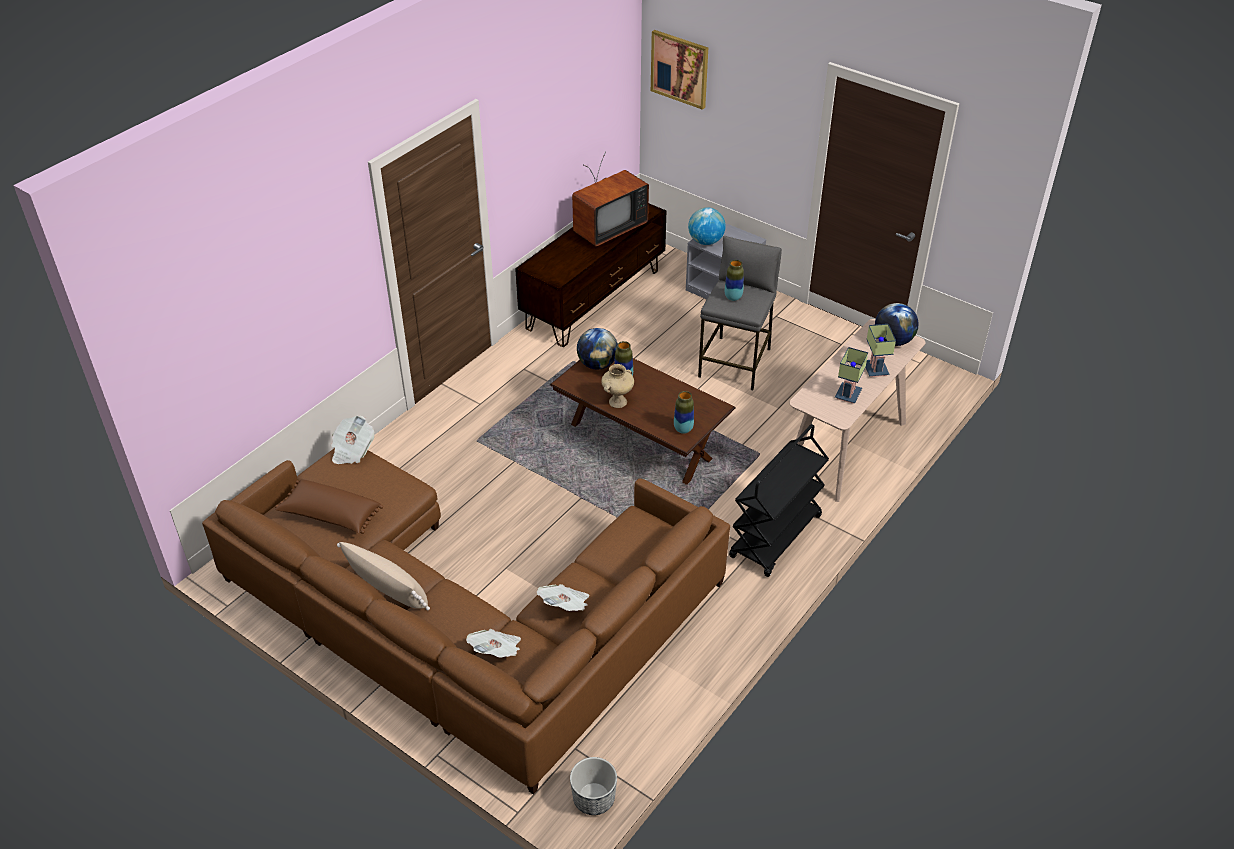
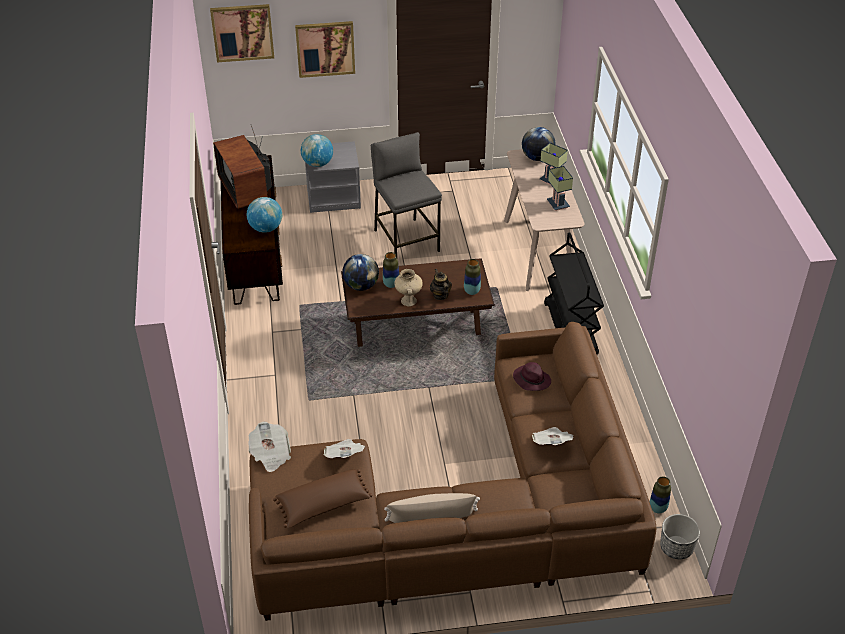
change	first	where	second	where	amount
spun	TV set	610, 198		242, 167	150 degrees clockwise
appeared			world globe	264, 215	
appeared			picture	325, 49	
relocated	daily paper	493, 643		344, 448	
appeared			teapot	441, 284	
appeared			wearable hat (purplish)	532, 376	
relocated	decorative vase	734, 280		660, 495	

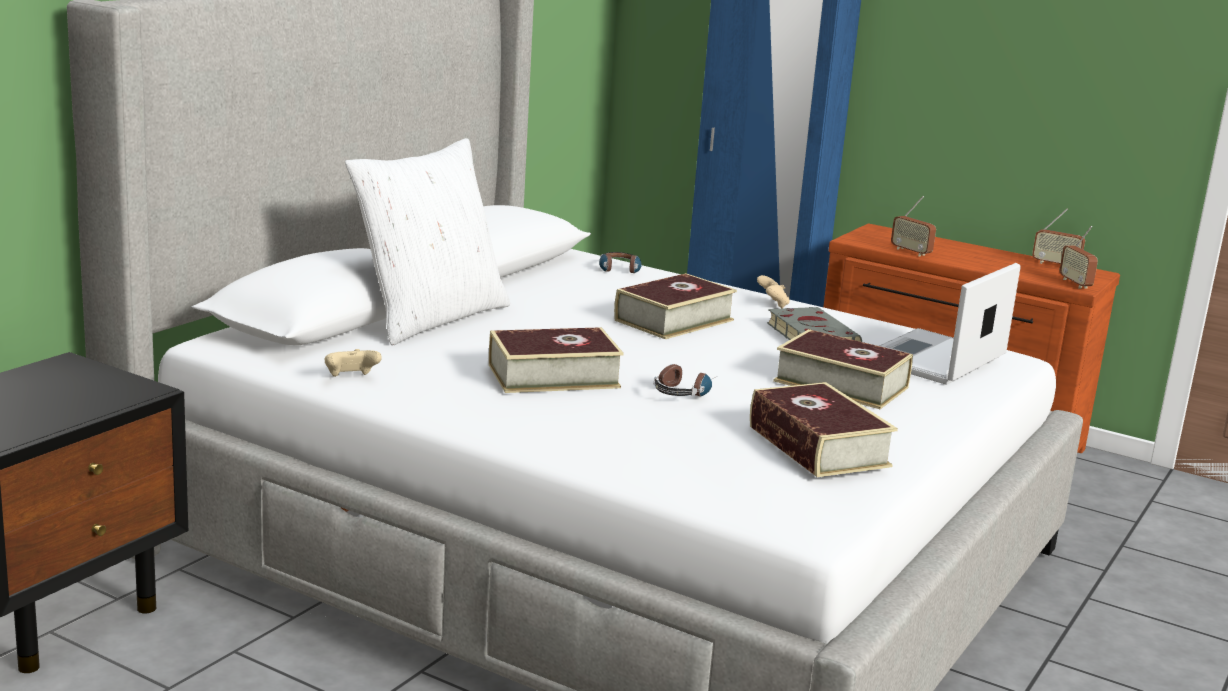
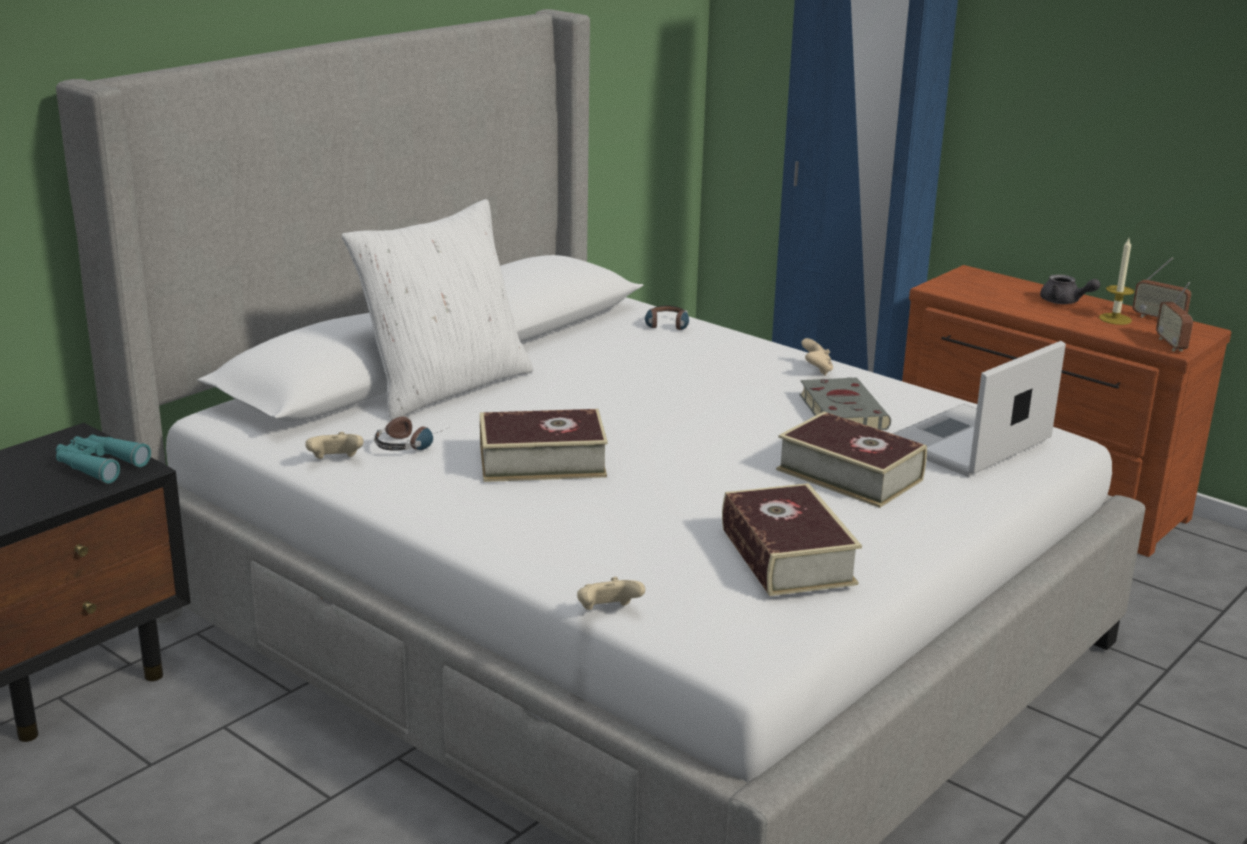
change	first	where	second	where	amount
appeared			pair of binoculars (turquoise-coloured)	103, 458	
relocated	pair of headphones	685, 380		411, 433	
appeared			gamepad (sand-coloured)	611, 593	
appeared			teapot (grey)	1070, 289	
appeared			wax candle	1116, 281	
missing	volume	675, 306			
missing	radio	913, 226			

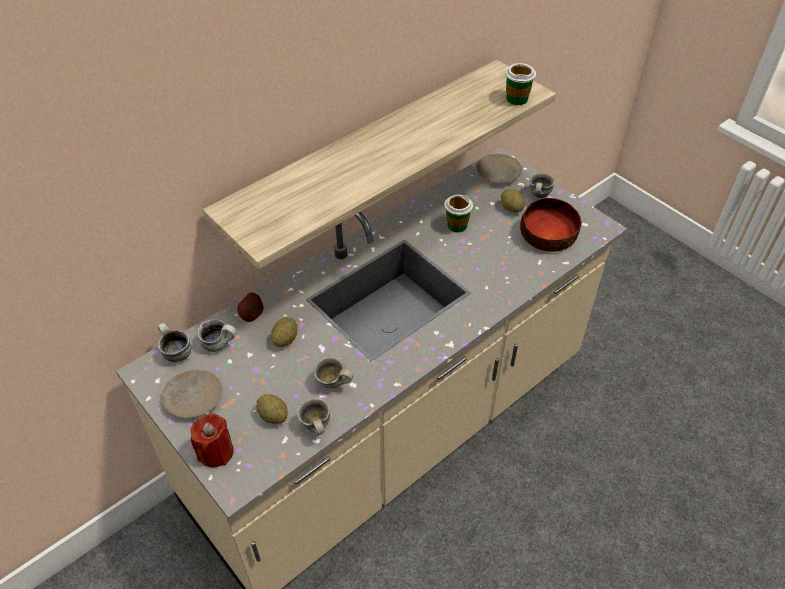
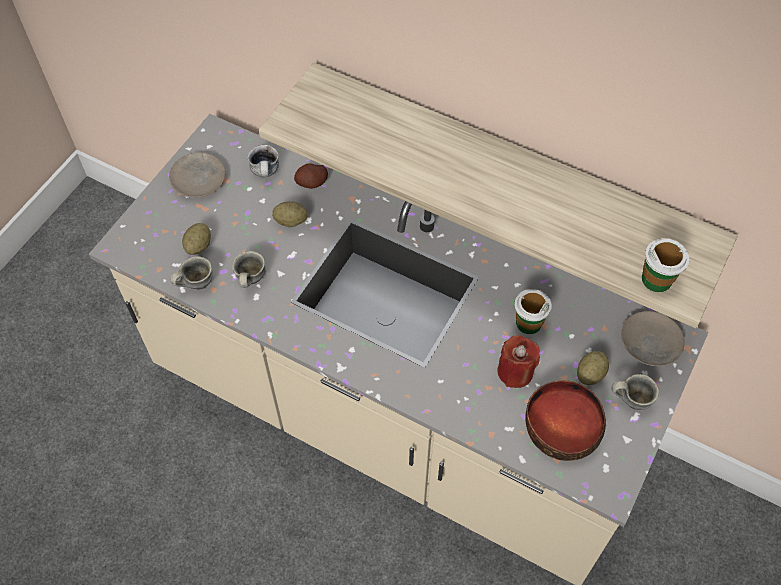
change	first	where	second	where	amount
relocated	wax candle (red-coloured)	211, 440		519, 361	
missing	mug	174, 342			

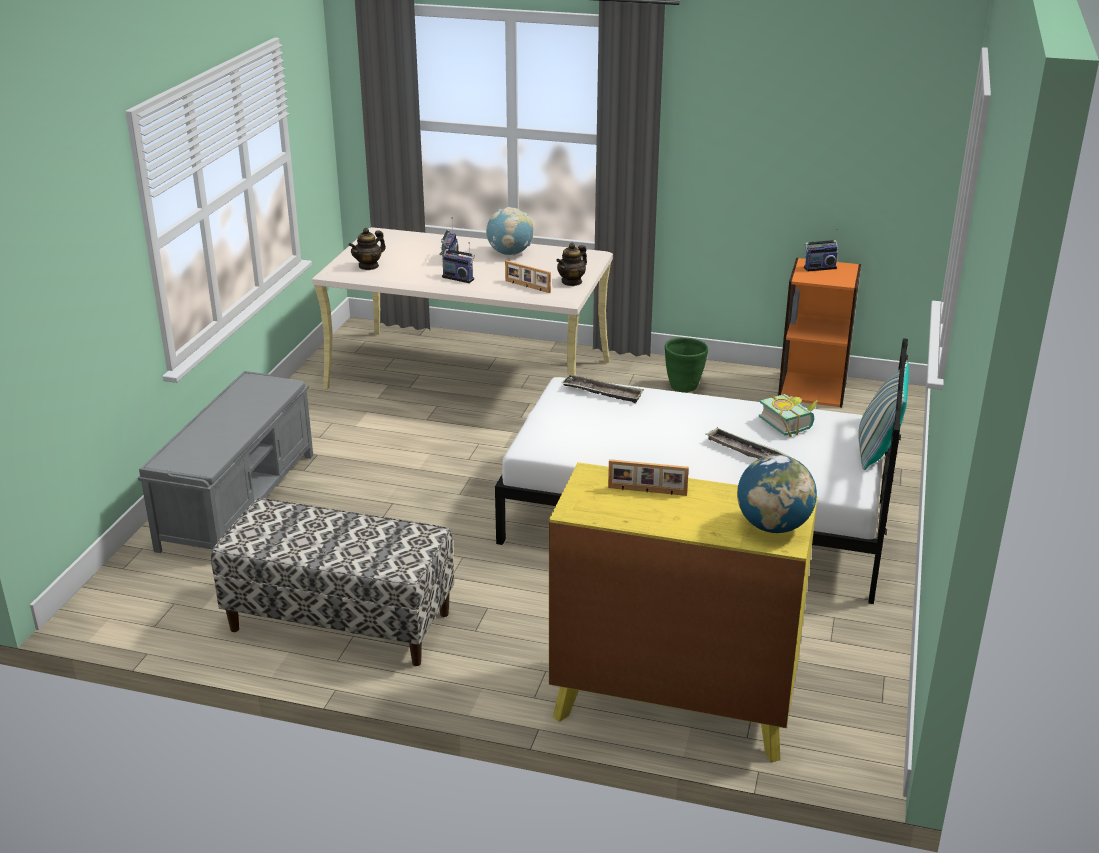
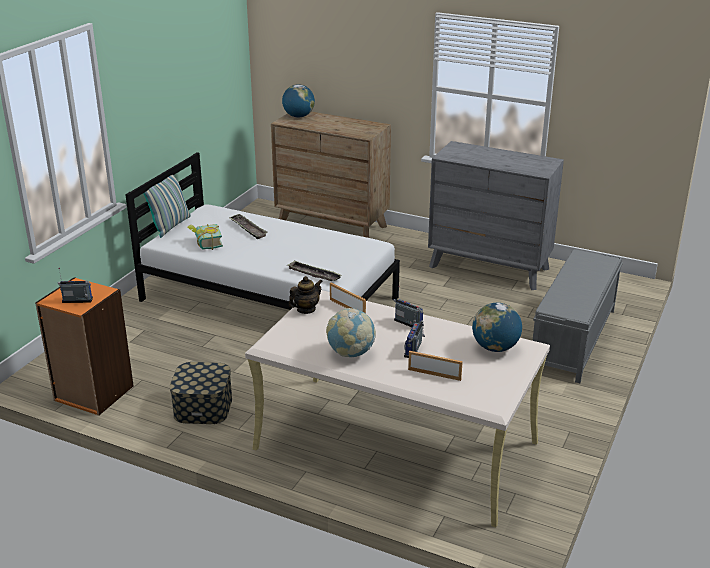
change	first	where	second	where	amount
exchanged	flower pot (green)	686, 365	storage box	201, 393	
colour	drawer chest (yellowish)	683, 612	drawer chest (brown-coloured)	331, 175	
relocated	picture frame	648, 477		435, 366	
exchanged	bench	332, 582	drawer chest (grey)	496, 215	
exchanged	teapot	367, 249	world globe	497, 327	

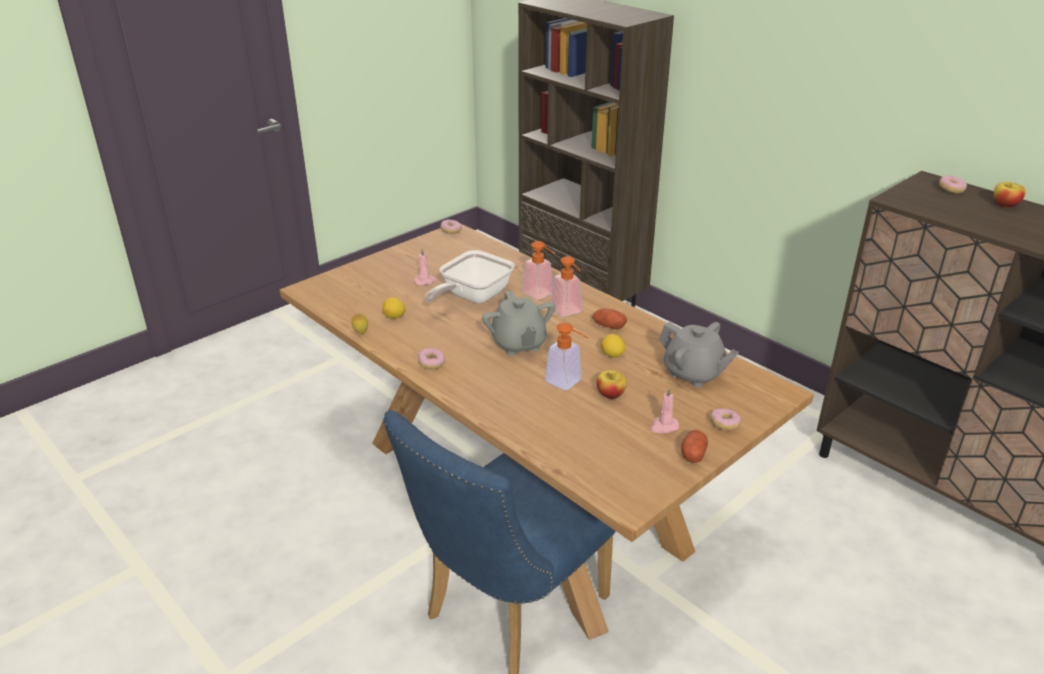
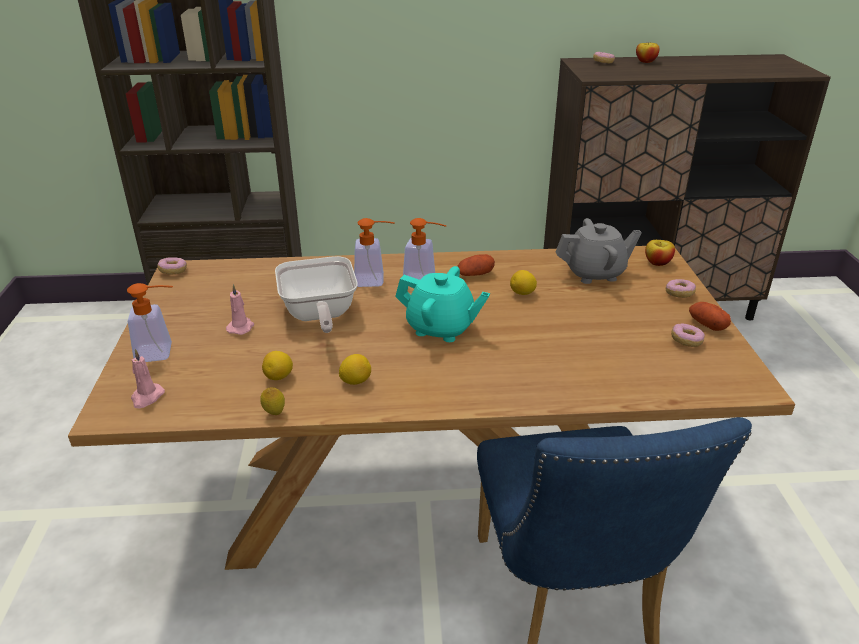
change	first	where	second	where	amount
relocated	soap dispenser	566, 356		150, 322	
relocated	wax candle (pinkish)	664, 410		148, 378	
appeared			lemon	355, 369	
colour	teapot (grey)	518, 323	teapot (turquoise-coloured)	442, 304	
relocated	whole apple	611, 384		660, 253	
relocated	ring doughnut	431, 359		688, 335	

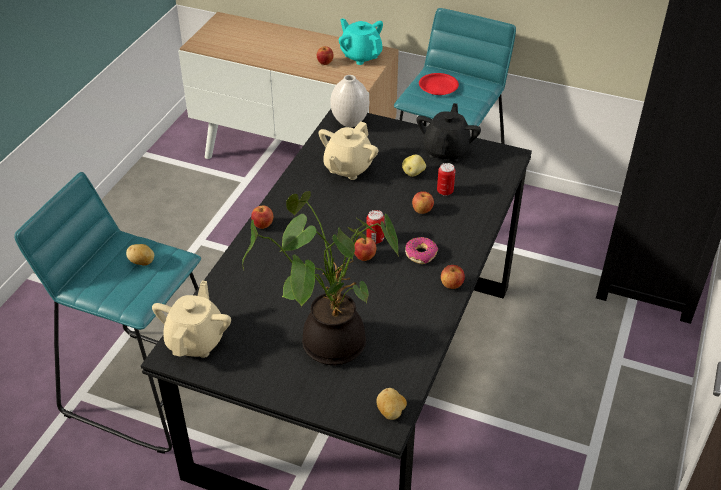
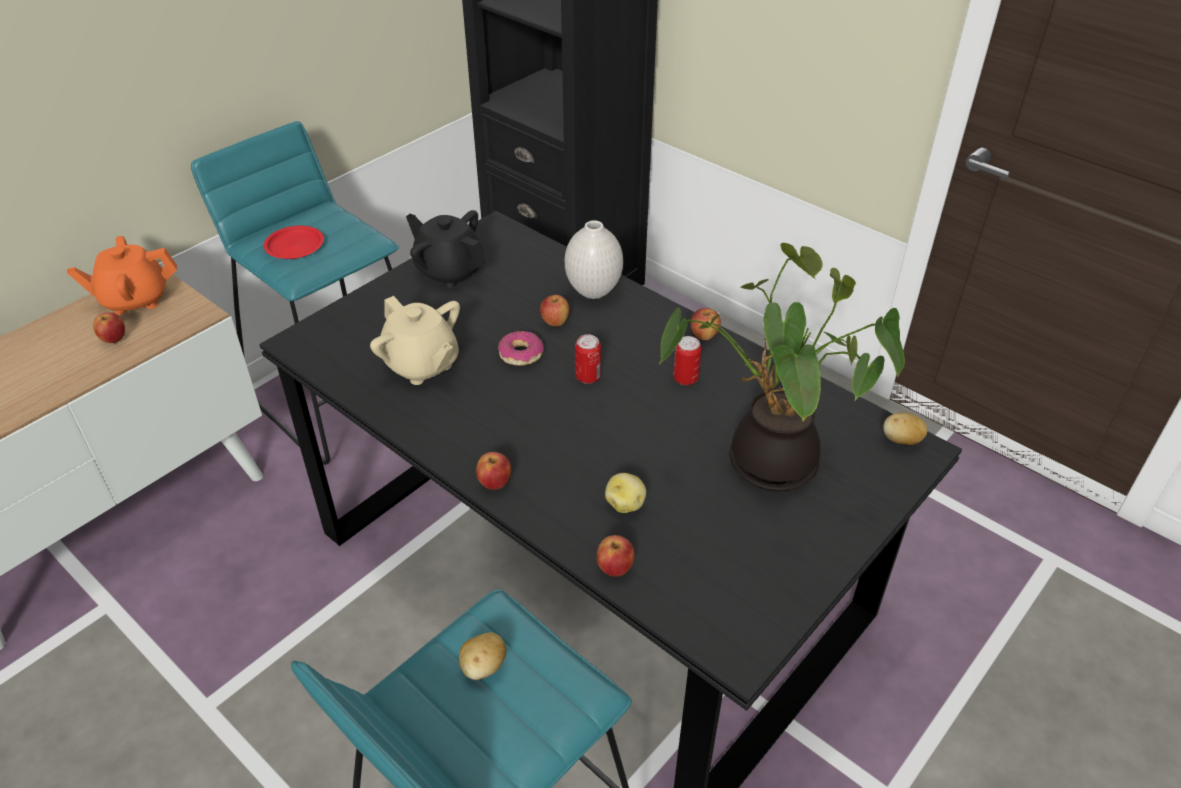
change	first	where	second	where	amount
colour	teapot (turquoise-coloured)	361, 41	teapot (orange)	122, 275	
relocated	ring doughnut	421, 250		521, 348	
relocated	decorative vase (white)	349, 101		594, 259	
relocated	whole apple	365, 249		616, 556	
relocated	potato	414, 166		625, 493	
relocated	sealed can	446, 179		687, 360	
missing	teapot (sand-coloured)	191, 319			

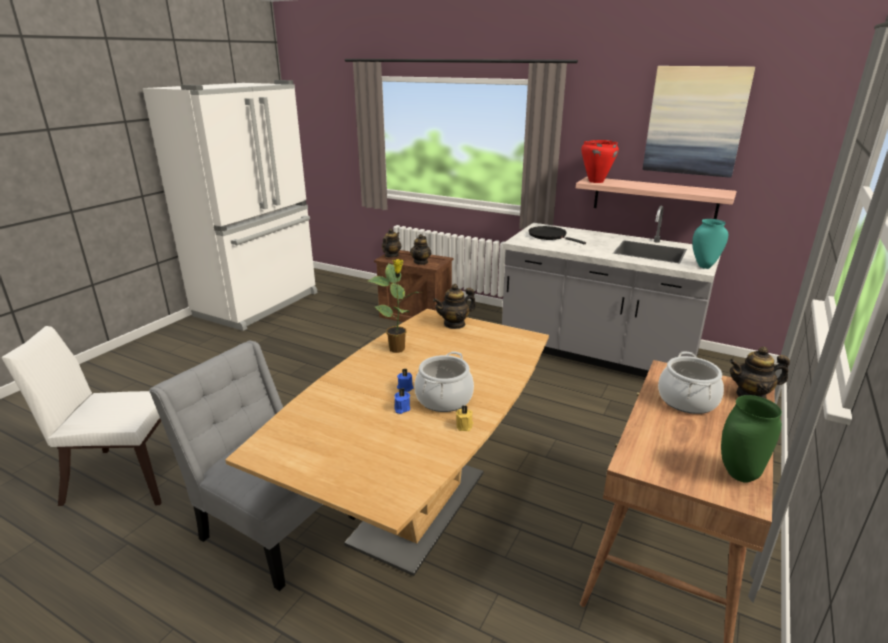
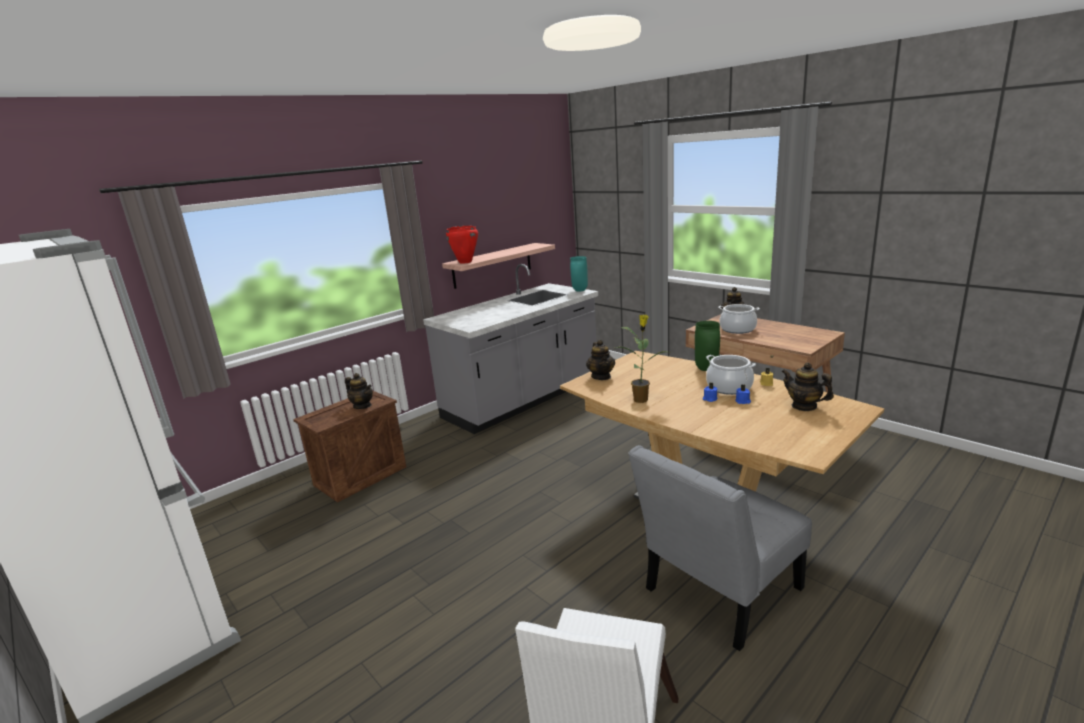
change	first	where	second	where	amount
relocated	decorative vase (green)	751, 439		707, 346	
relocated	teapot	392, 243		807, 386	
missing	frying pan (black-coloured)	557, 235			
missing	picture	699, 122			

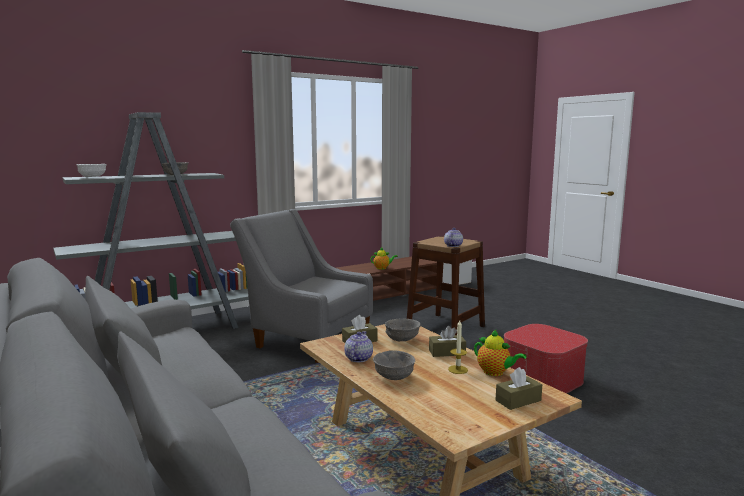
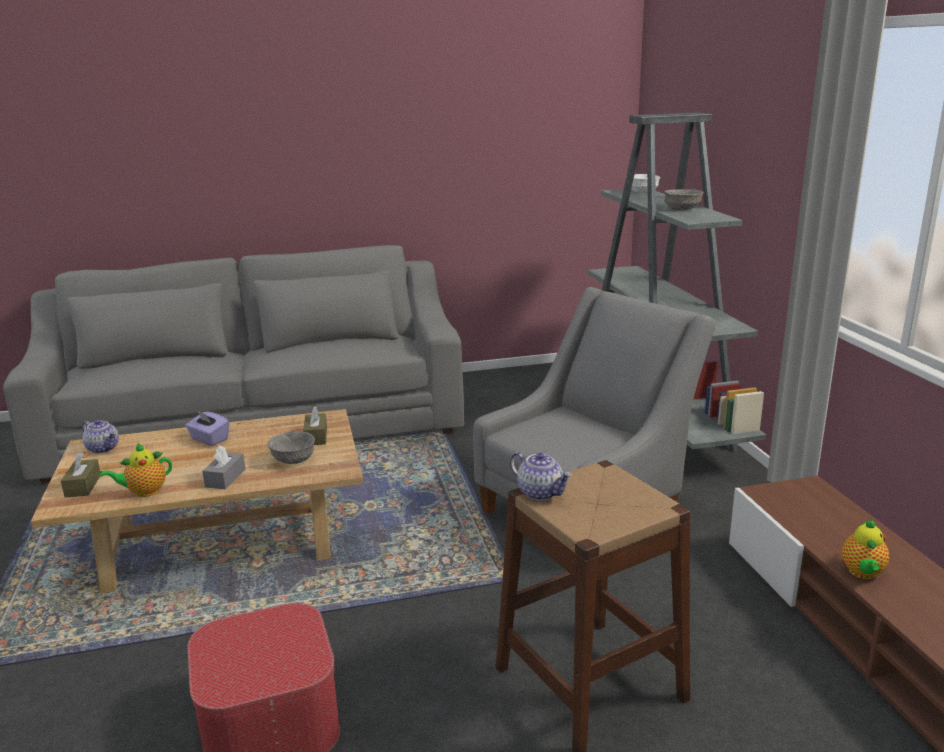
change	first	where	second	where	amount
relocated	teapot	358, 346		100, 437	
exchanged	bowl (grey)	394, 365	tissue holder (purplish)	207, 428	
colour	tissue holder (brown-coloured)	447, 341	tissue holder (grey)	223, 467	
missing	wax candle	458, 347			

